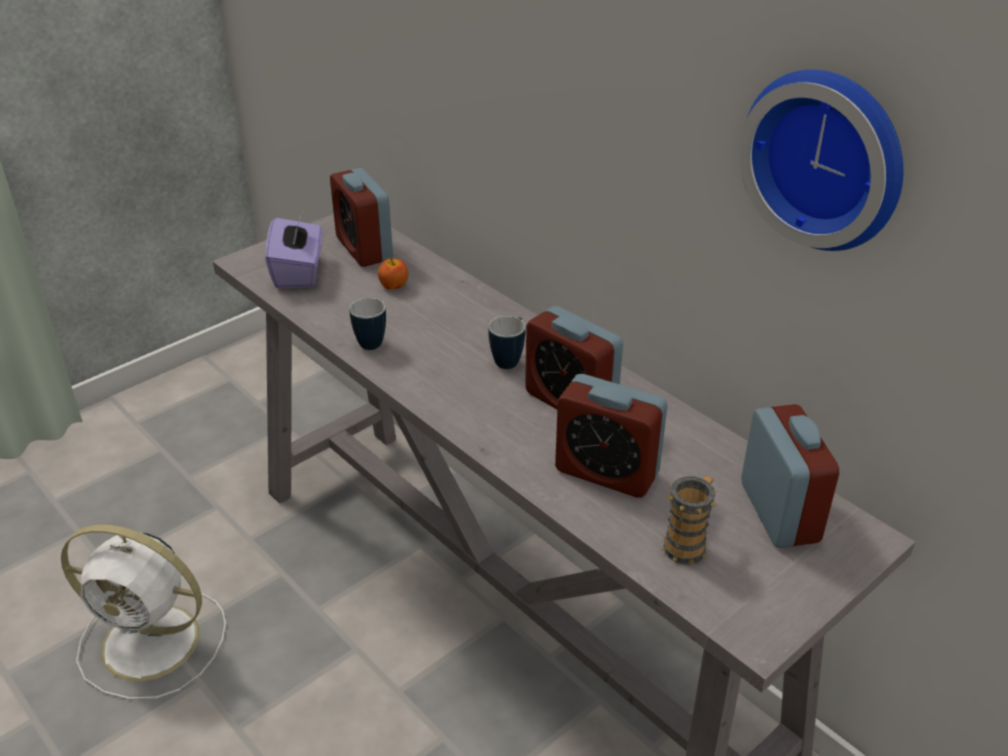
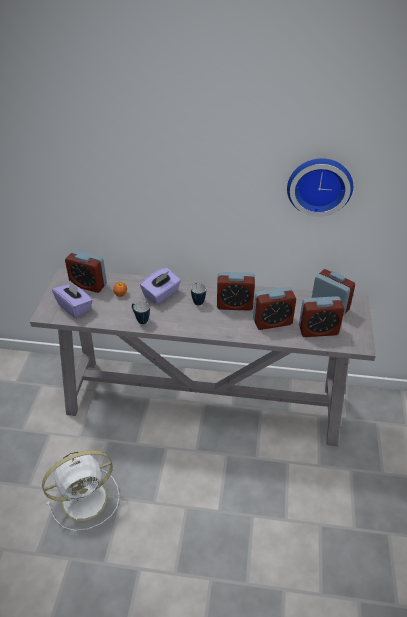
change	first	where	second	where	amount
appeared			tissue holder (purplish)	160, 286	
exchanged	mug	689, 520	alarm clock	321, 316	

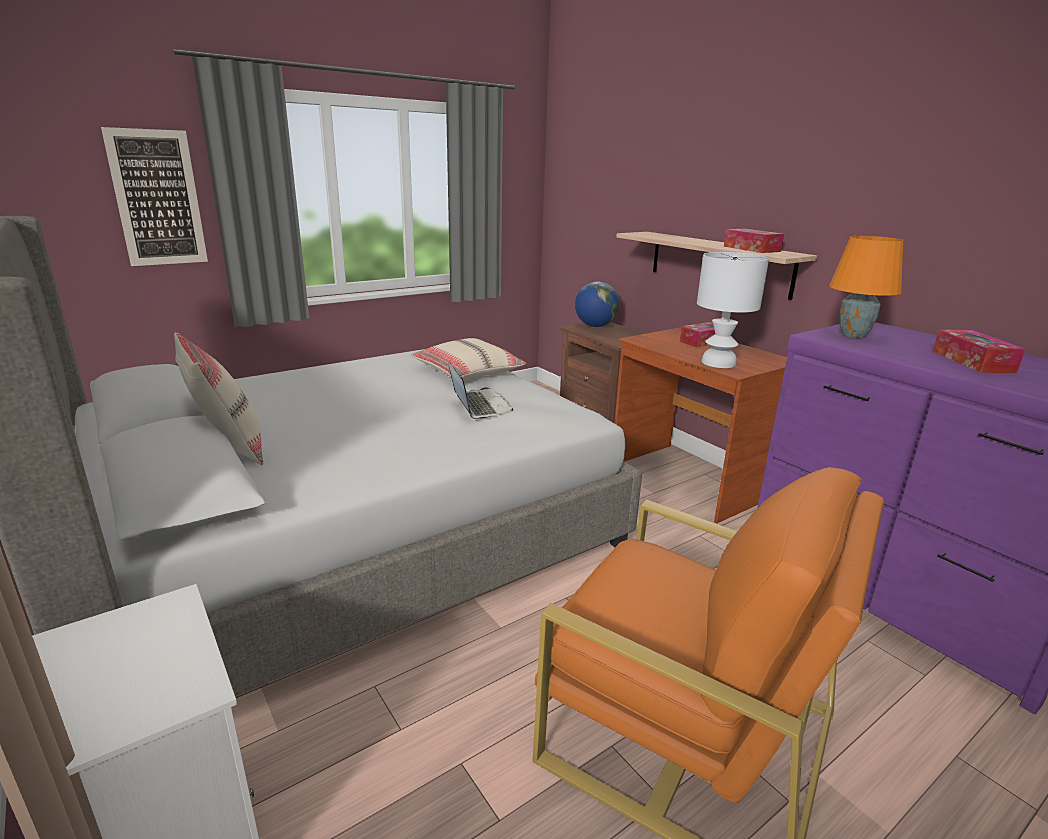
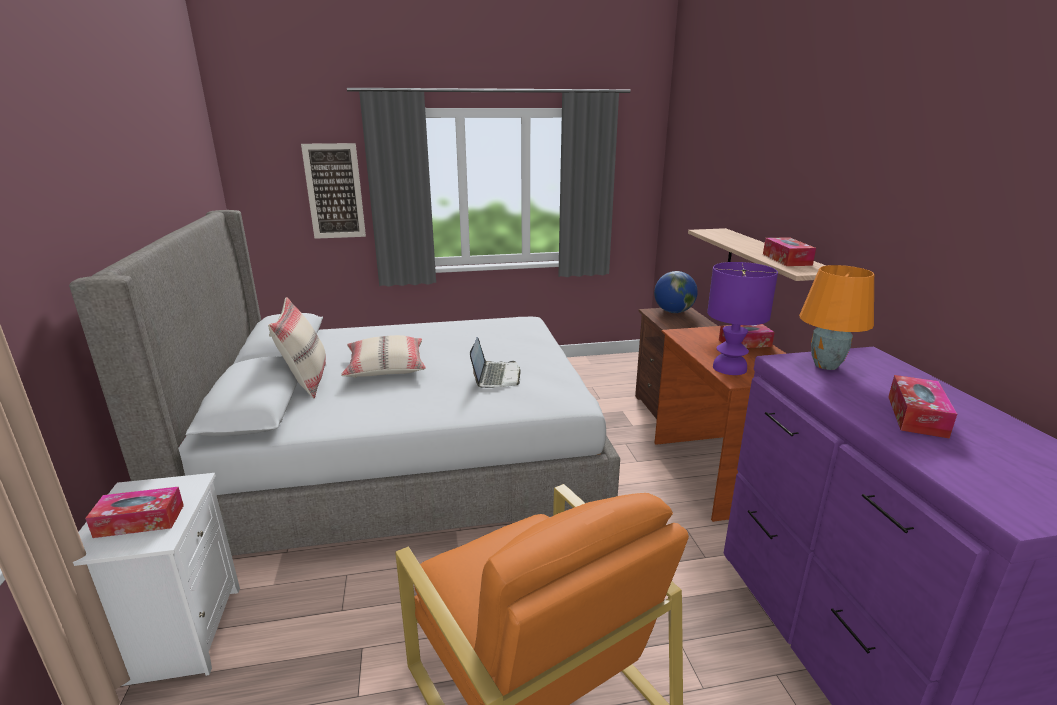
change	first	where	second	where	amount
appeared			tissue holder	134, 512	
relocated	pillow (sand-coloured)	468, 359		383, 356	
colour	tabletop lamp (white)	733, 310	tabletop lamp (purplish)	742, 318	

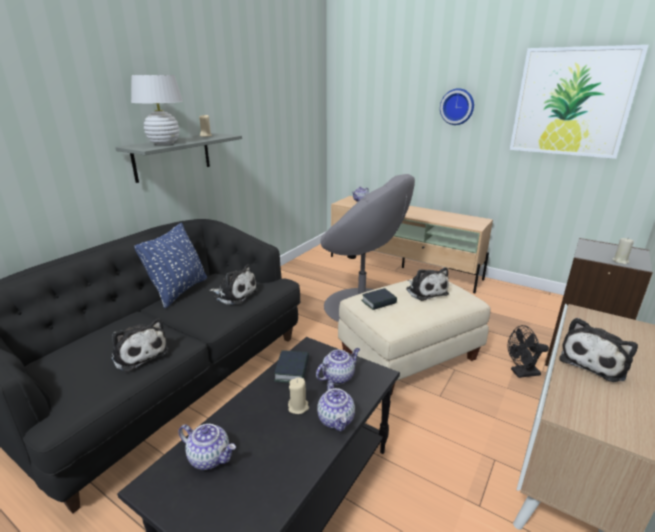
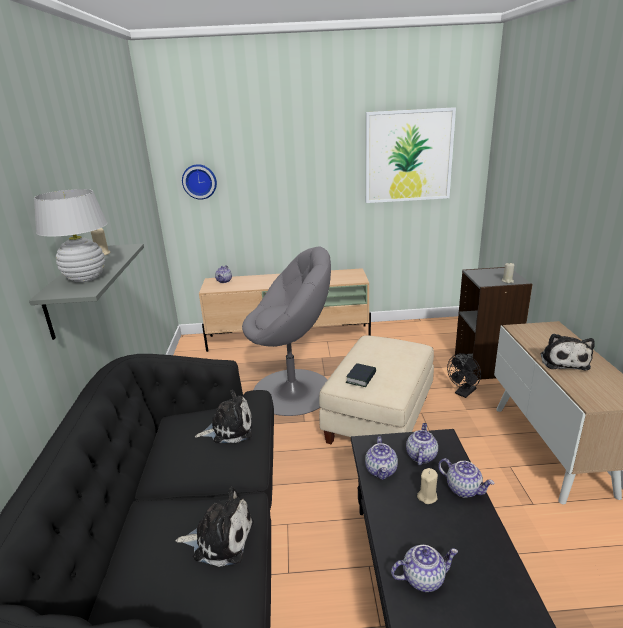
change	first	where	second	where	amount
relocated	wall clock	457, 106		199, 182	
exchanged	volume	291, 366	teapot	381, 458	
missing	pillow (blue-coloured)	170, 266			
missing	plush toy	427, 284			

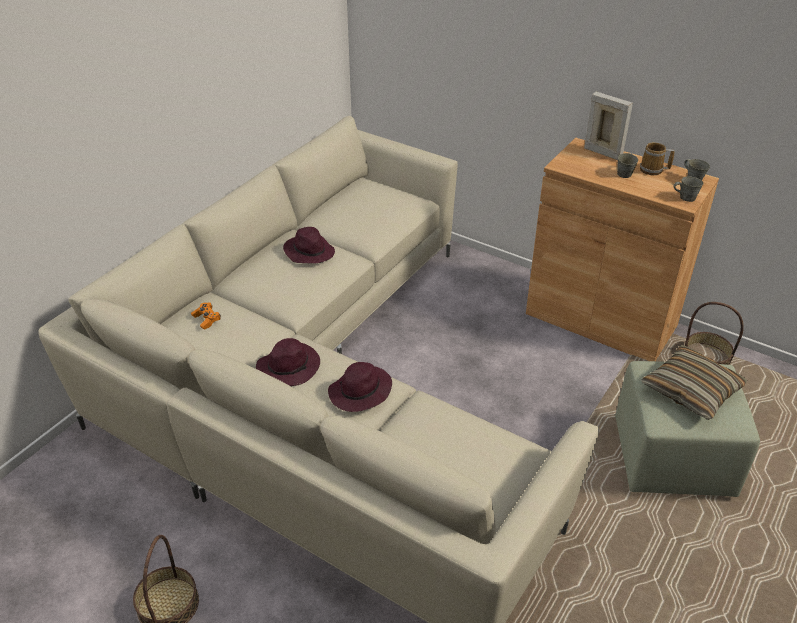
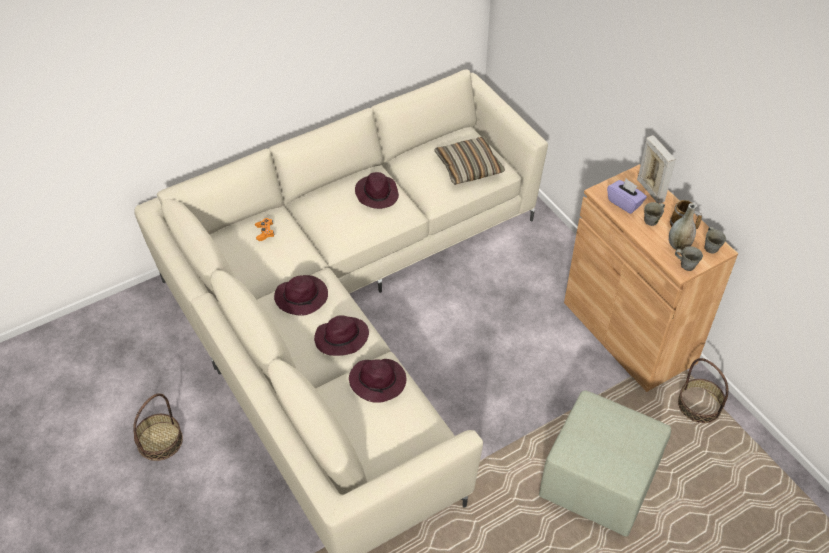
change	first	where	second	where	amount
appeared			wearable hat (purplish)	377, 381	
relocated	pillow	694, 382		469, 160	
appeared			tissue holder (purplish)	627, 196	
appeared			decorative vase (grey)	682, 227	

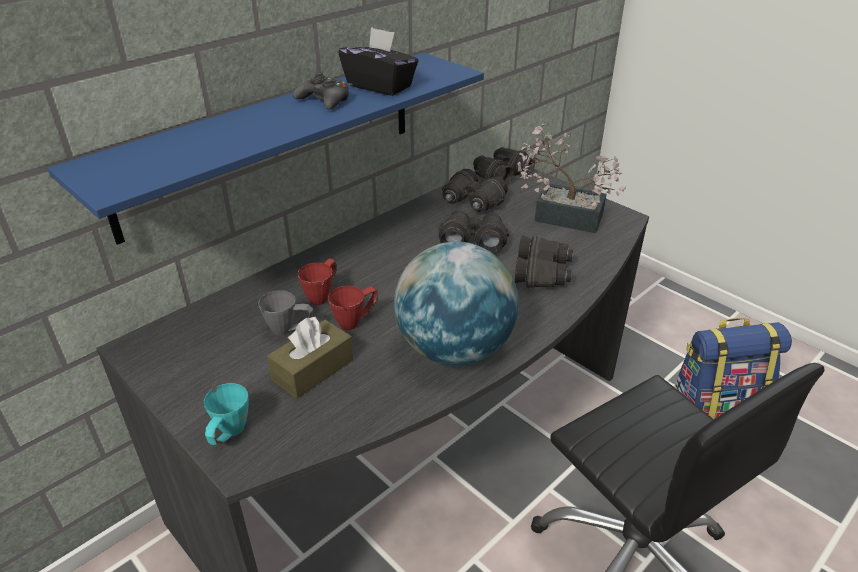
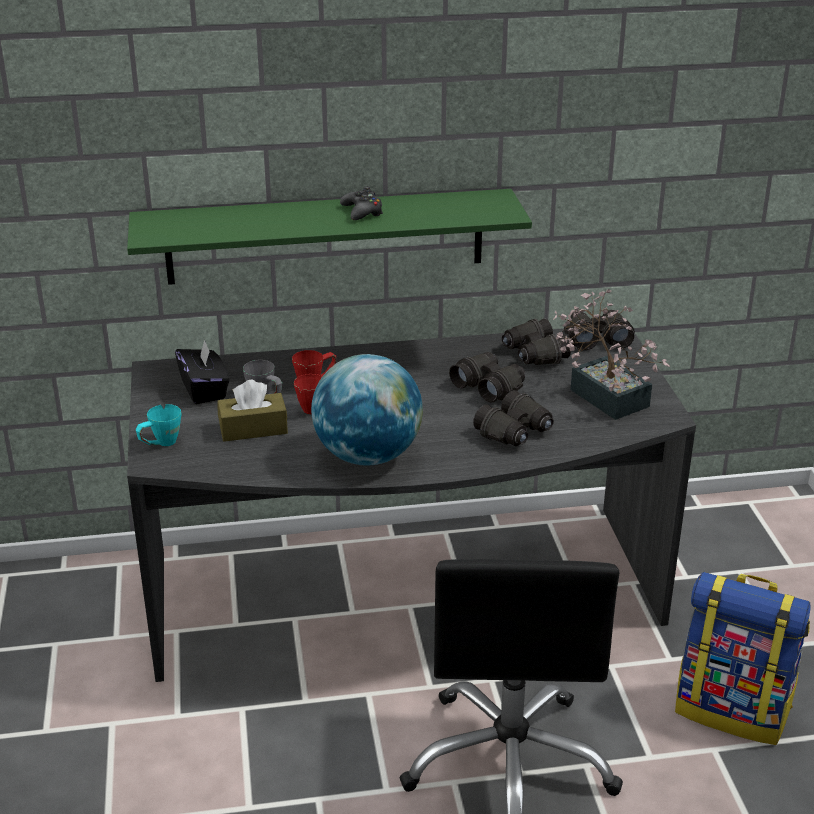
change	first	where	second	where	amount
colour	bracket shelf (blue-coloured)	266, 149	bracket shelf (green)	329, 237	
relocated	tissue holder (black-coloured)	378, 61		202, 372	

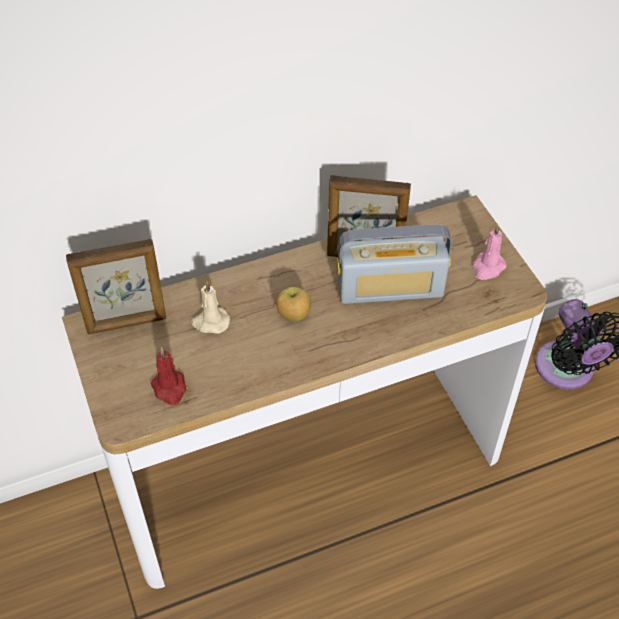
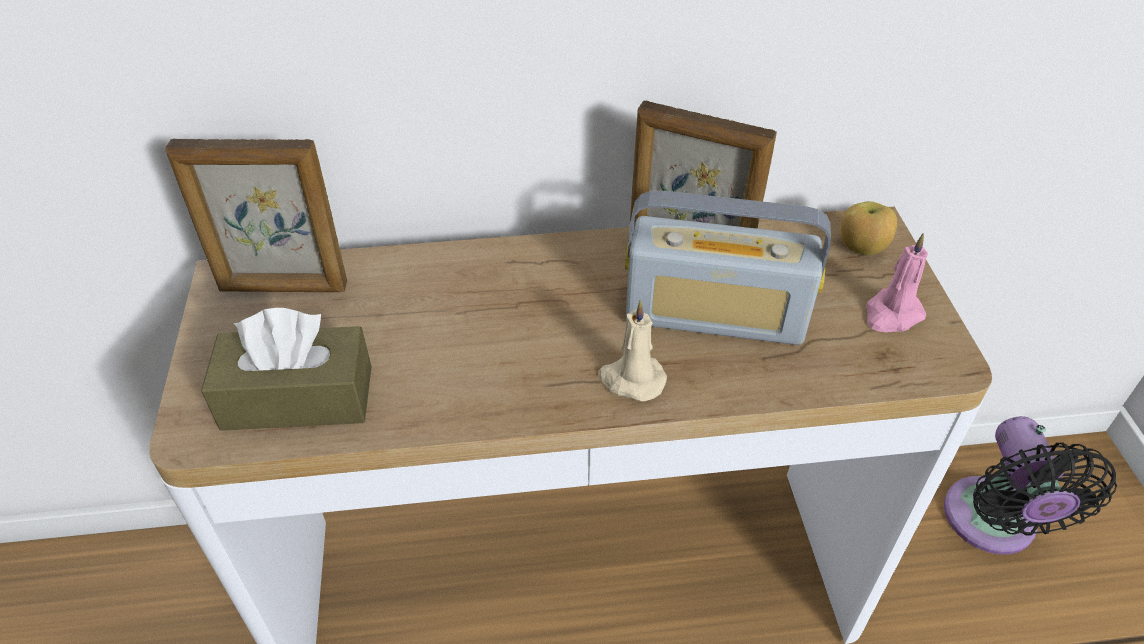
change	first	where	second	where	amount
exchanged	wax candle (red-coloured)	168, 376	tissue holder (brown-coloured)	286, 369	
relocated	wax candle (sand-coloured)	210, 307		632, 351	
relocated	whole apple	293, 304		869, 228	

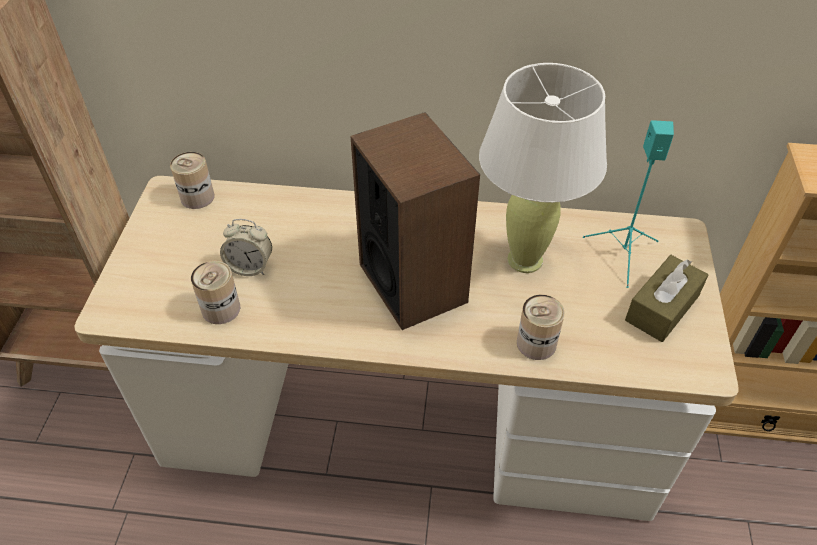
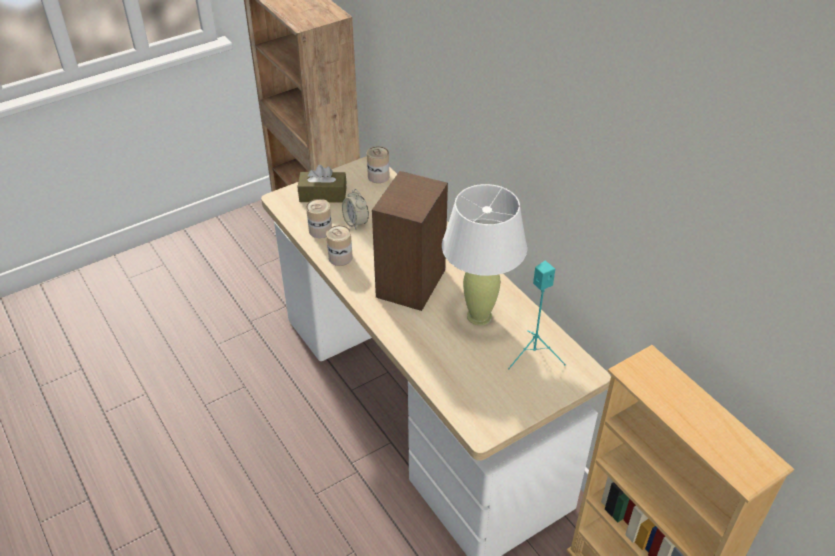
change	first	where	second	where	amount
relocated	tissue holder (brown-coloured)	666, 298		322, 184	
relocated	sealed can	541, 327		339, 245	

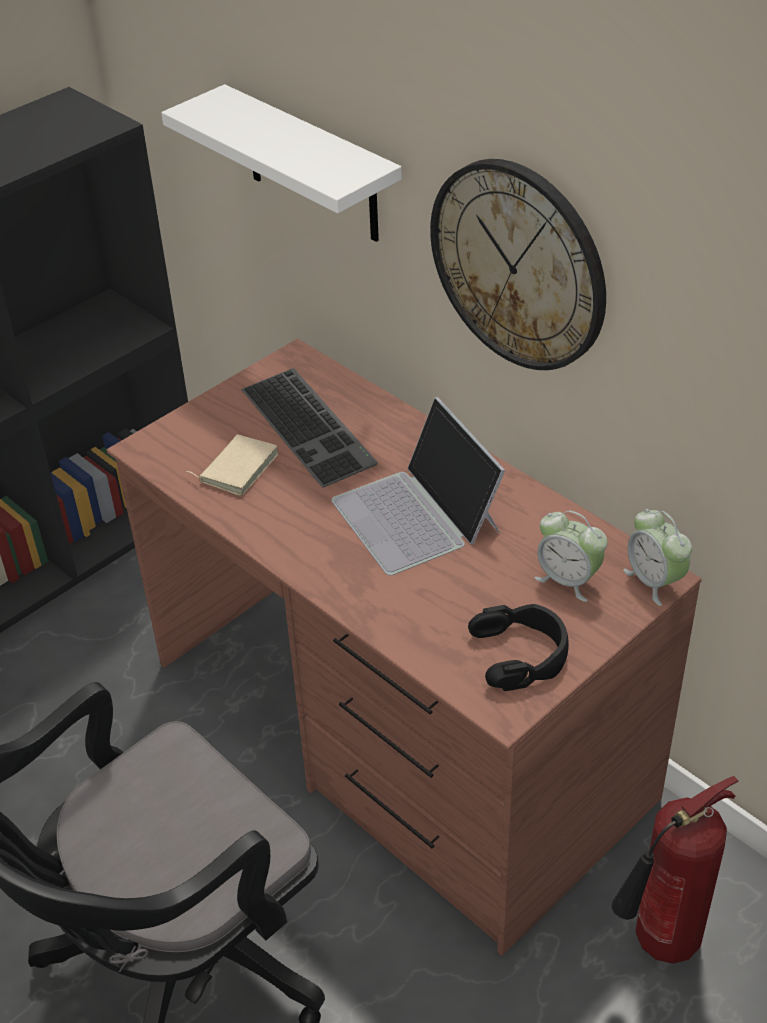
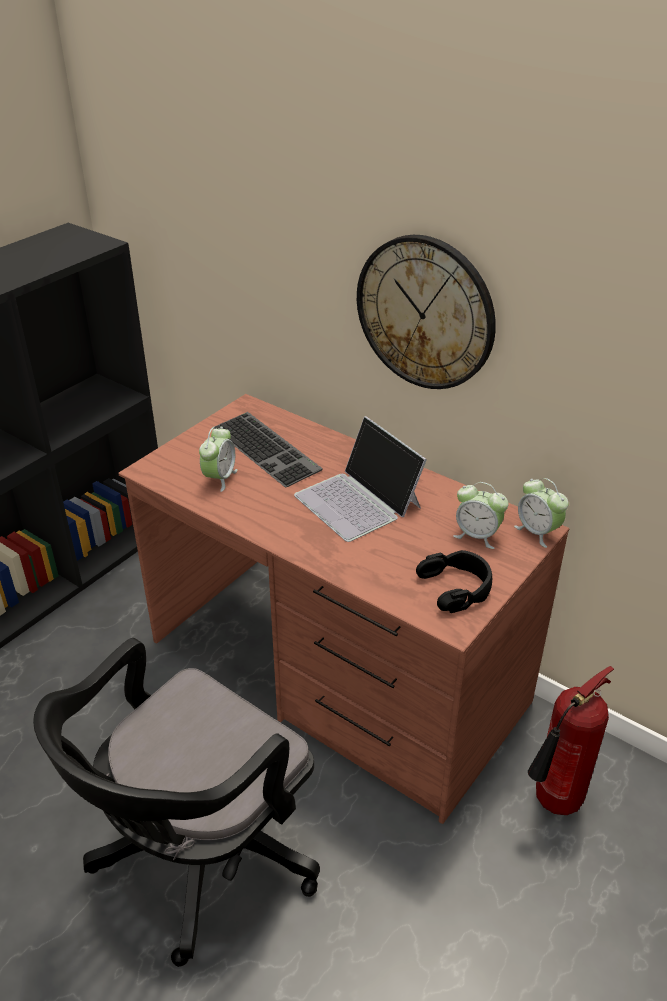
change	first	where	second	where	amount
exchanged	volume (sand-coloured)	232, 465	alarm clock	218, 459	
missing	bracket shelf (white)	281, 163			

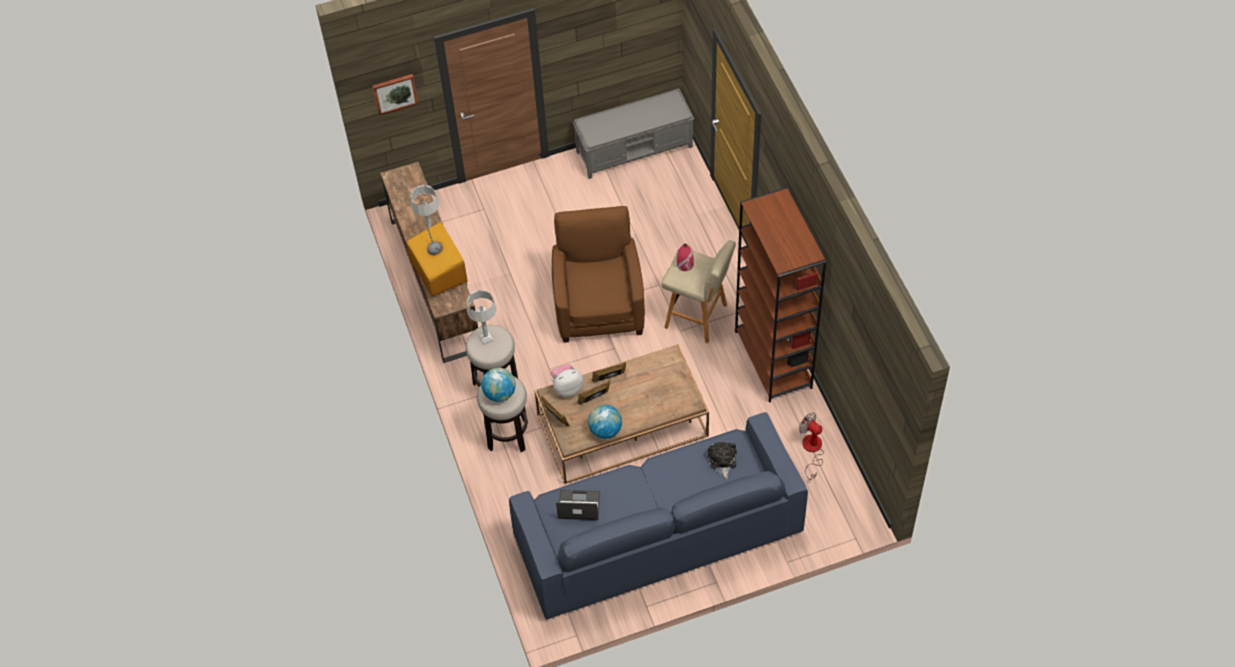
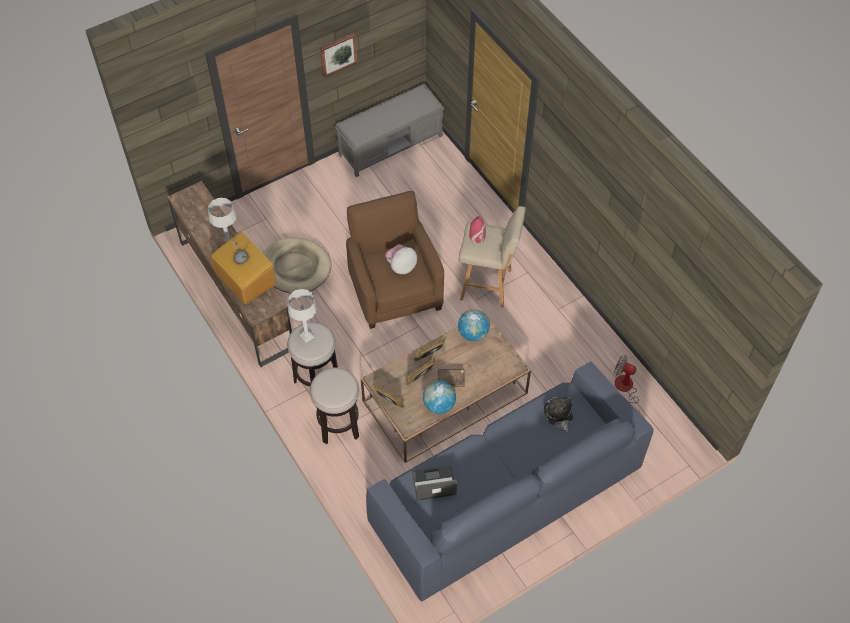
change	first	where	second	where	amount
appeared			dog bed (sand-coloured)	297, 265	
relocated	picture	395, 95		338, 55	
relocated	plush toy	566, 380		401, 259	
appeared			volume (brown-coloured)	451, 378	
relocated	world globe	498, 385		474, 325	
missing	bookcase (brown-coloured)	780, 295			

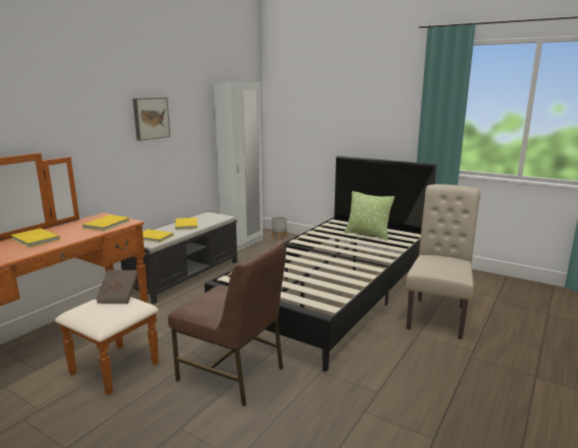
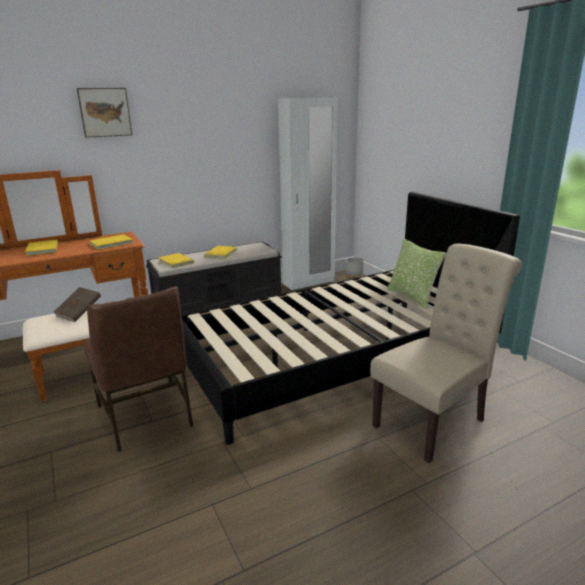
change	first	where	second	where	amount
relocated	picture	151, 119		104, 113	

